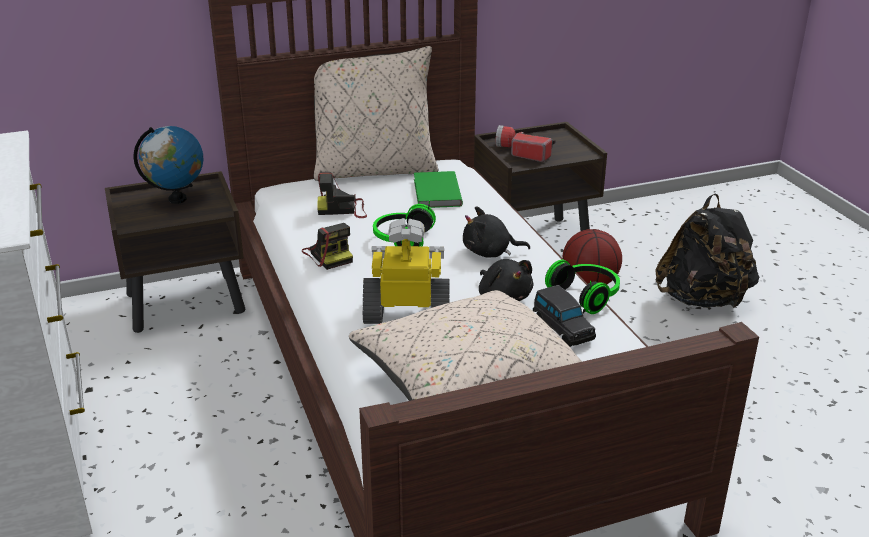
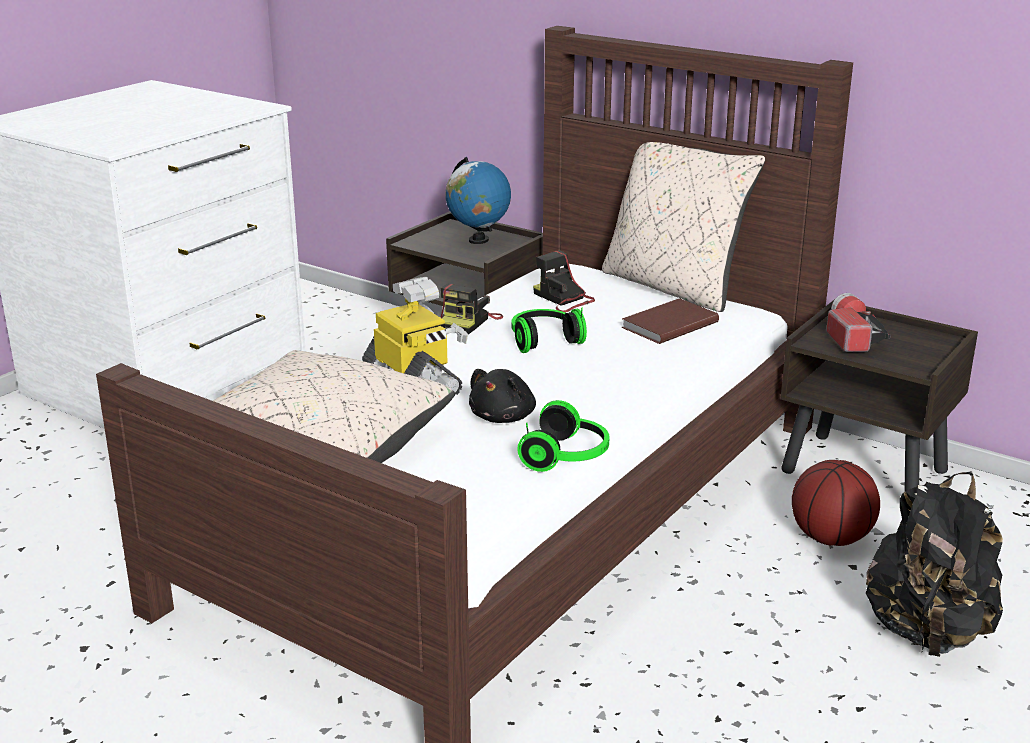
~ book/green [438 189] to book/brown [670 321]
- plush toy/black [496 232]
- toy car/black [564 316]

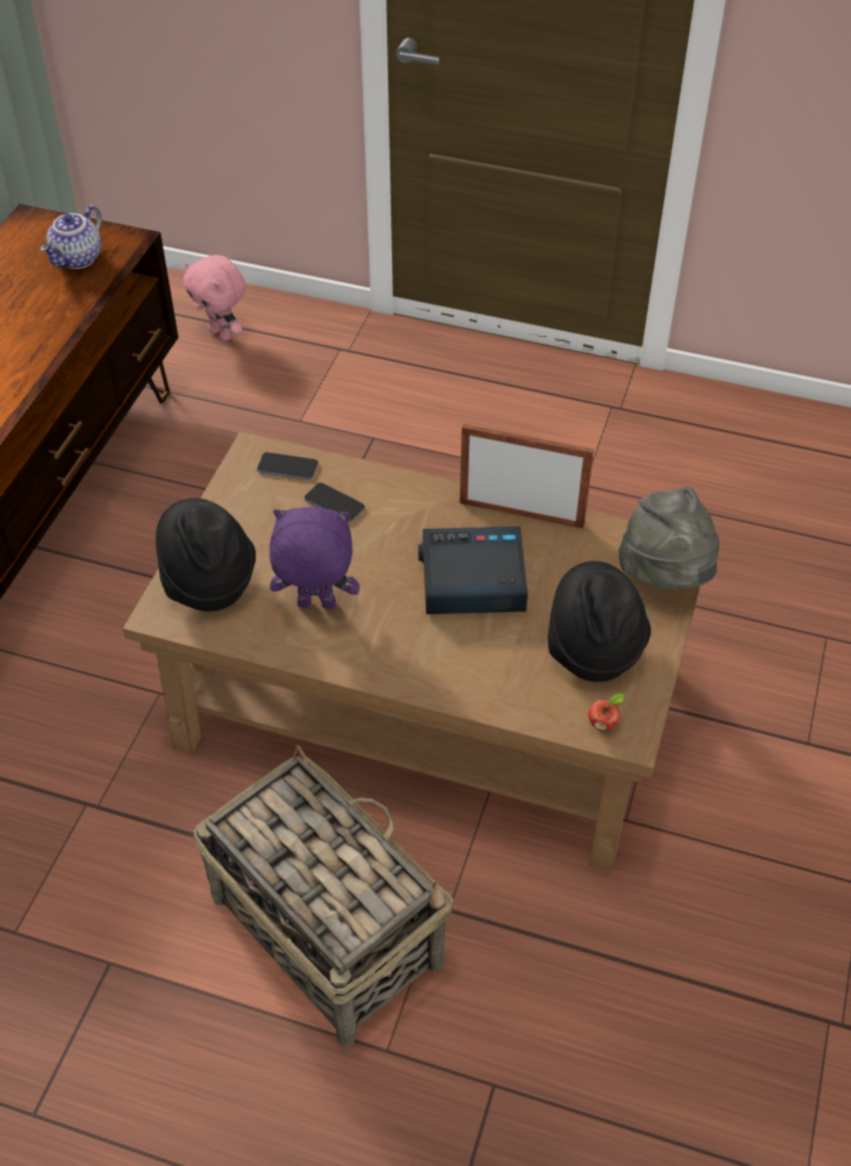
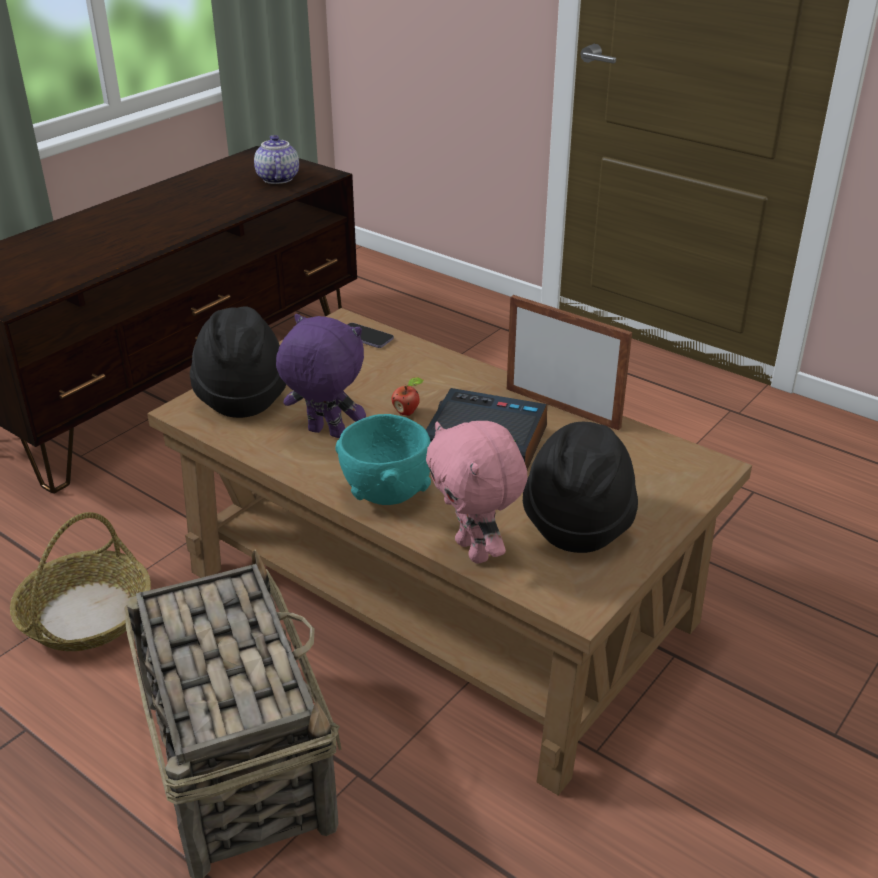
+ basket [80 581]
~ teapot [71 237] = [276 159] 120 degrees clockwise
+ bowl/turquoise [383 459]
~ apple [606 712] to [407 396]
~ plush toy/pink [214 298] to [477 492]
- phone [334 503]
- hat/grey [669 538]

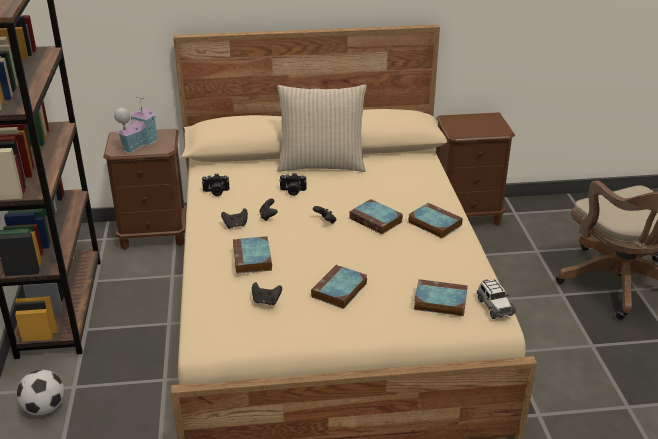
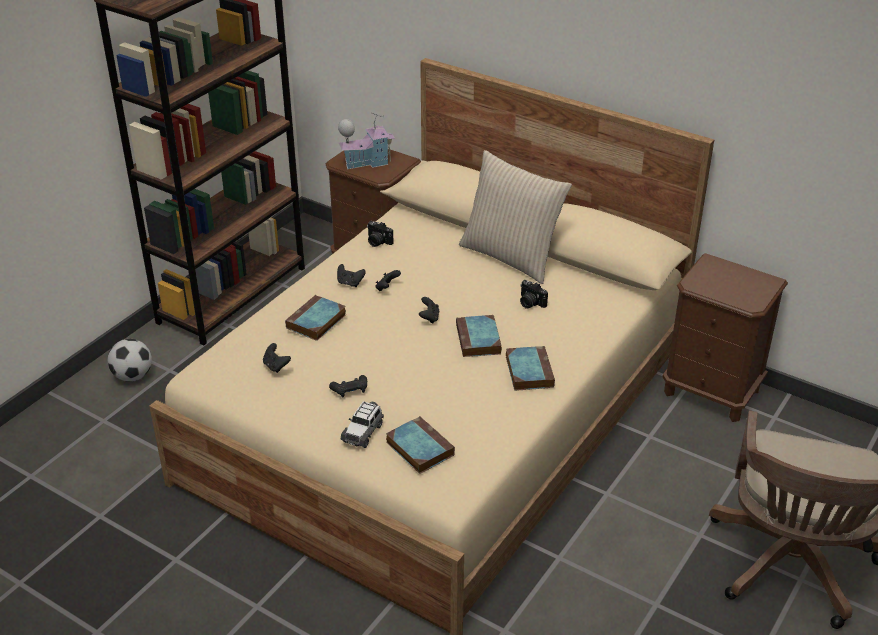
~ book [339 287] to game controller/black [348 386]
~ toy car [496 299] to [362 424]
~ photo camera [292 184] to [534 294]

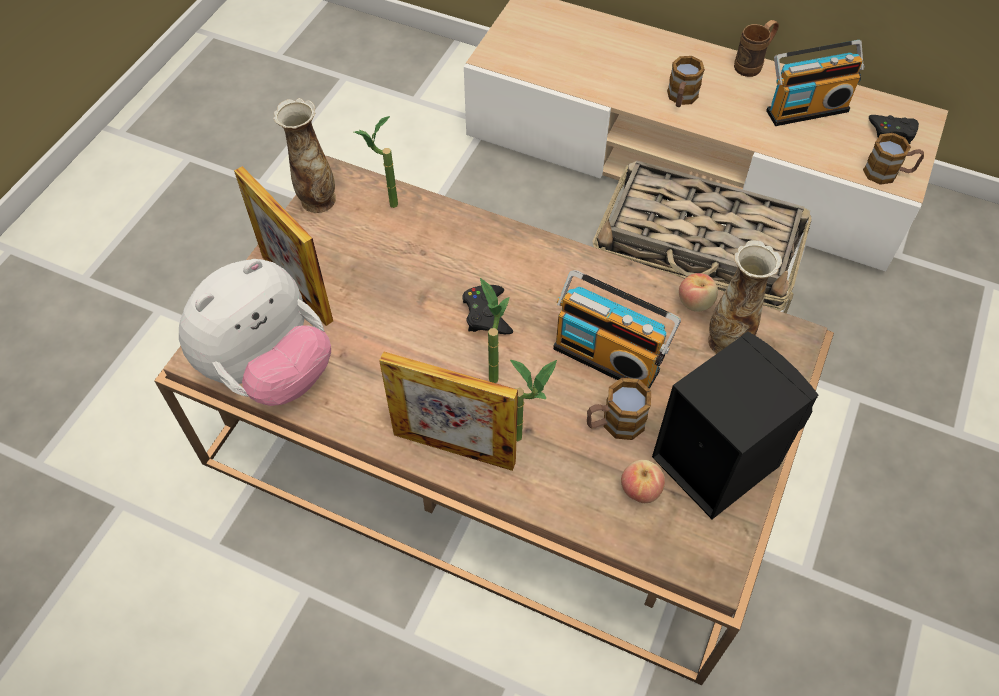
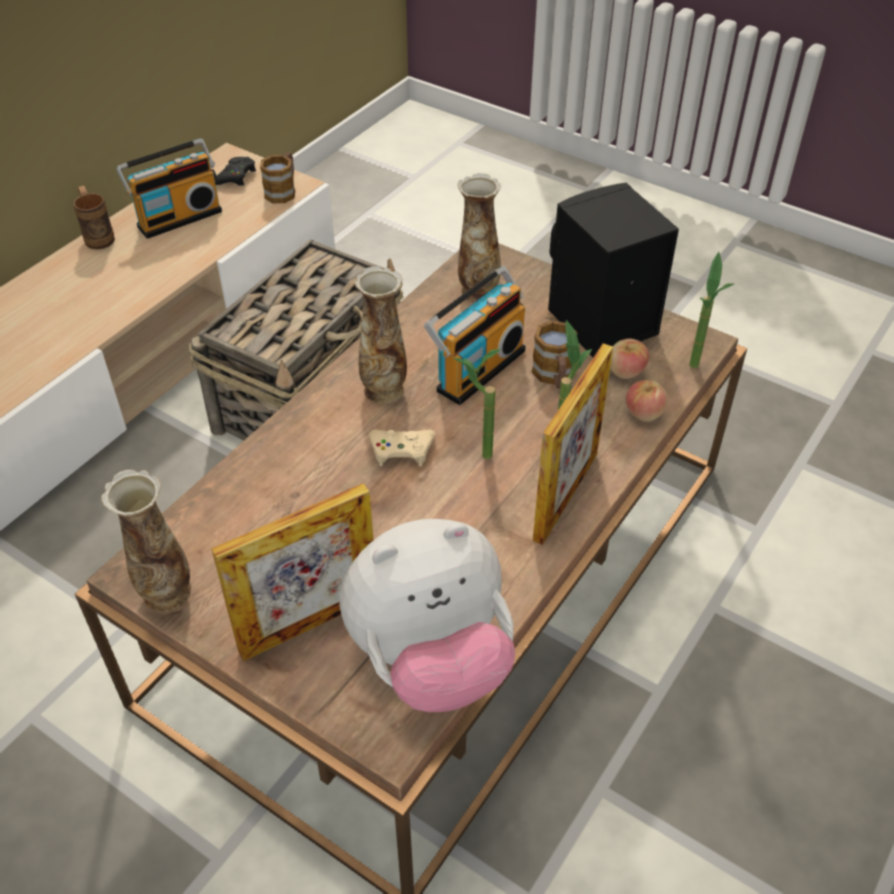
~ radio [815 83] = [169 188] 60 degrees clockwise
~ plush toy [255 332] = [427 615] 105 degrees clockwise
+ vase [381 335]
~ game controller/black [487 309] to game controller/beige [402 448]
~ apple [698 292] to [647 401]
~ potted plant [376 162] to [711 310]
- mug [686 81]

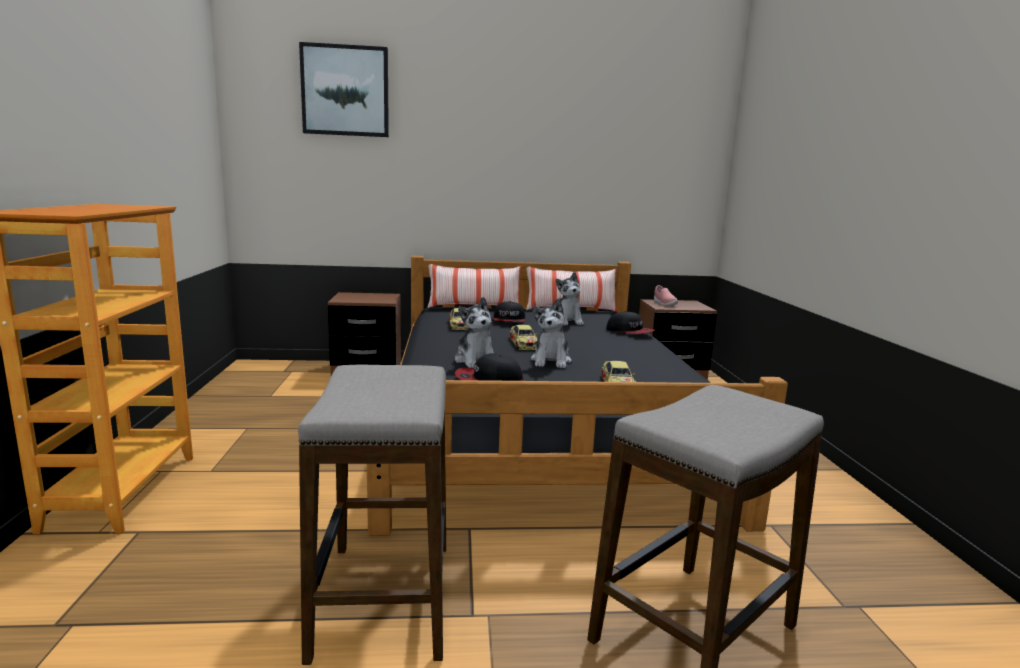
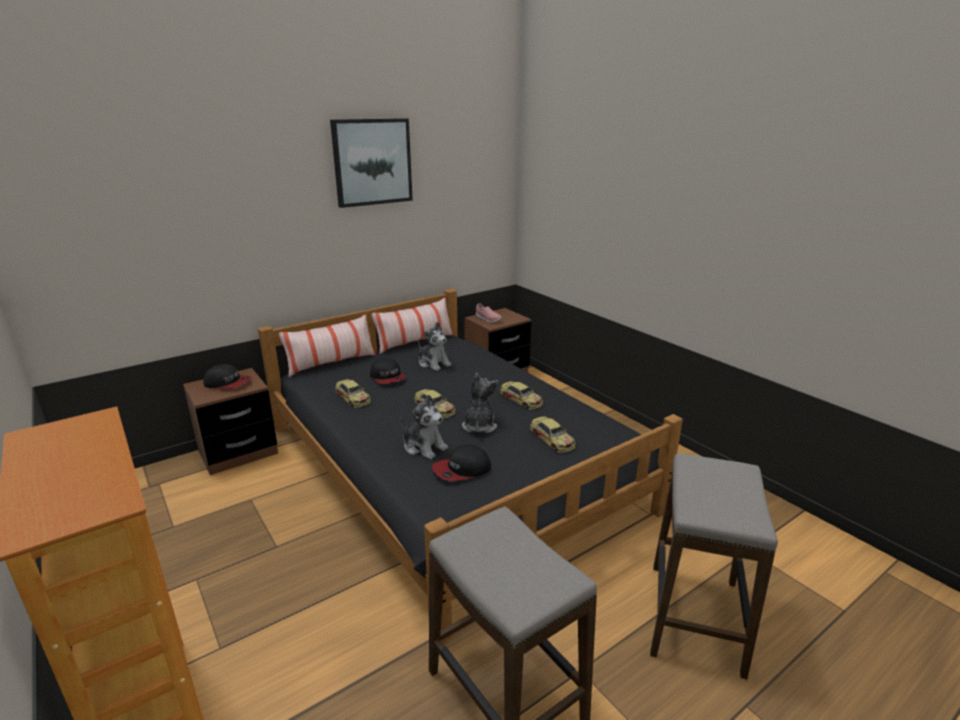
~ cap [630 322] to [227 376]
~ picture [344 89] to [371 163]
~ plush toy [551 333] = [480 403] 150 degrees counterclockwise
+ toy car [521 395]

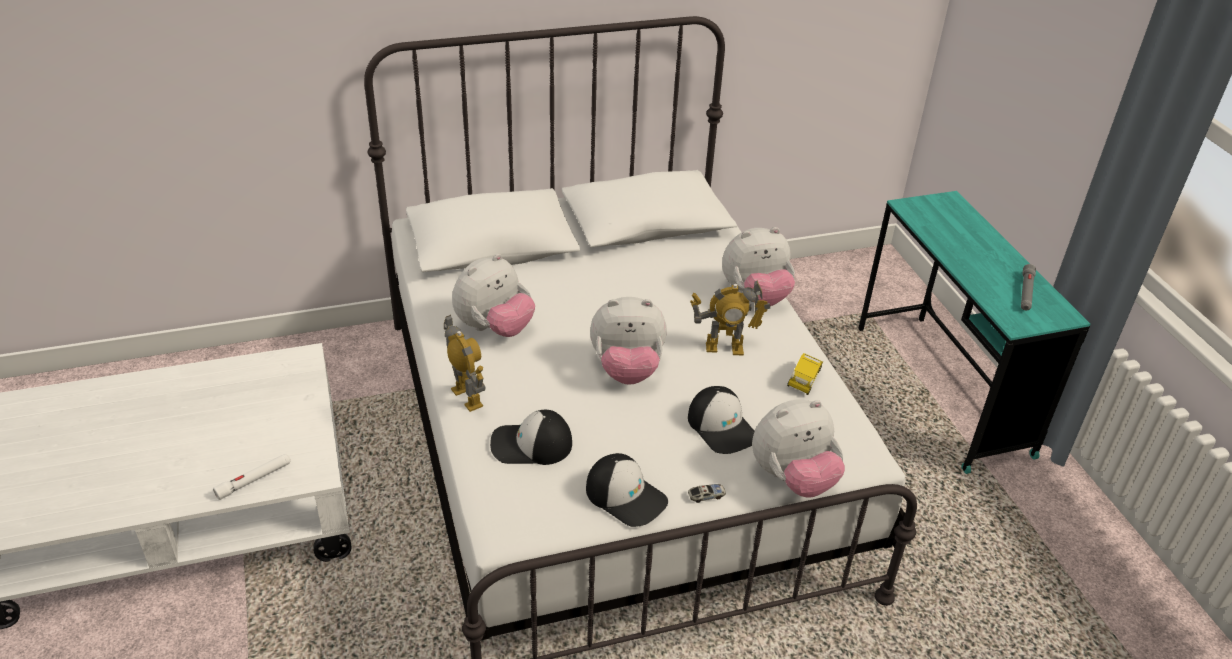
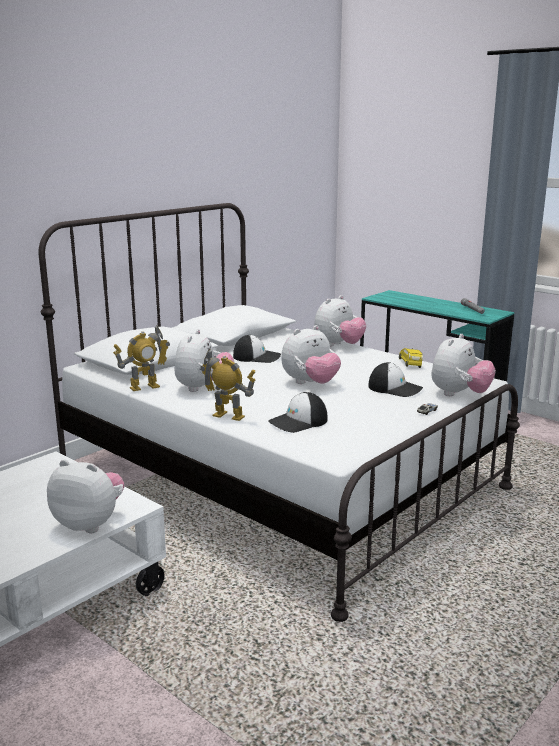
~ flashlight/white [252 477] to plush toy [85 496]
~ toy robot [730 318] to [141 358]
~ cap [627 490] to [257 349]

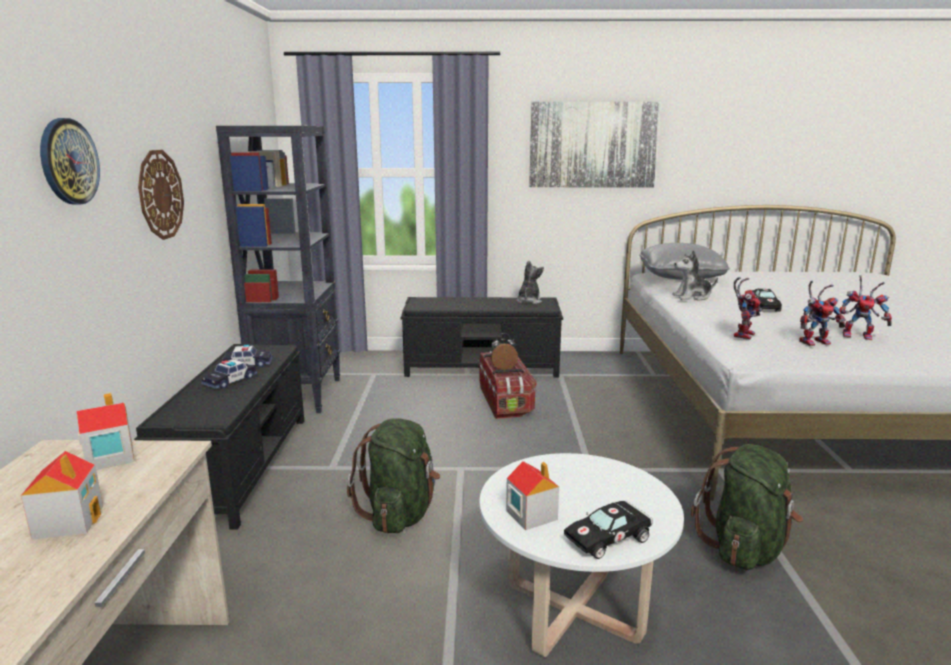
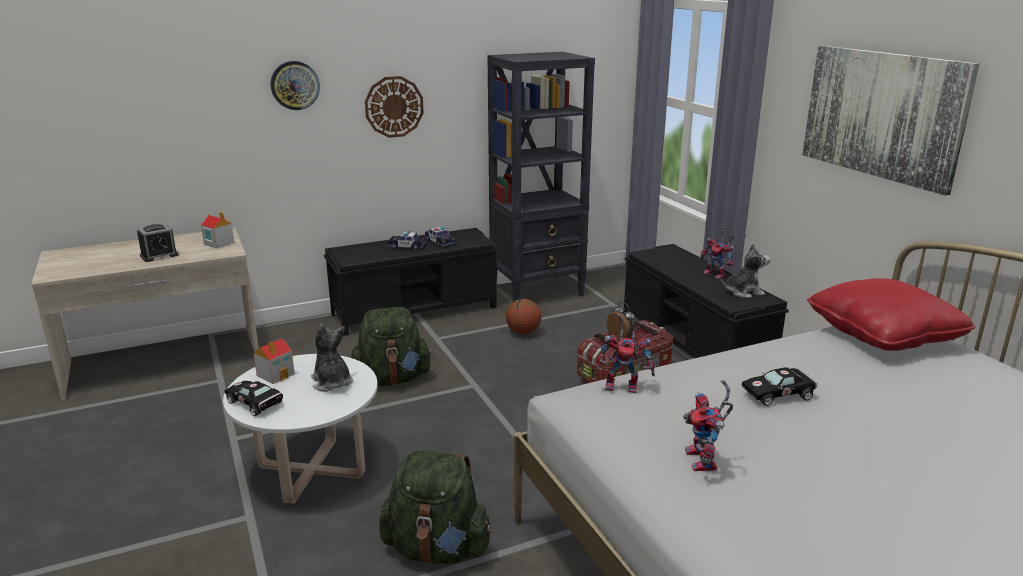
~ toy house [62 495] to alarm clock [157 243]
~ plush toy [695 275] to [332 358]
+ basketball [523 316]
~ toy robot [822 313] to [717 253]
~ pillow/grey [684 261] to pillow/red [891 314]

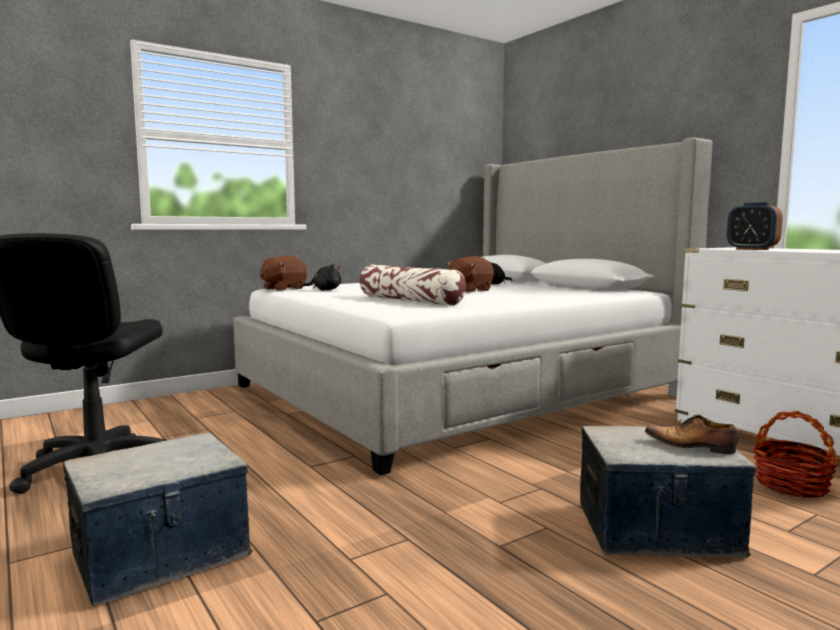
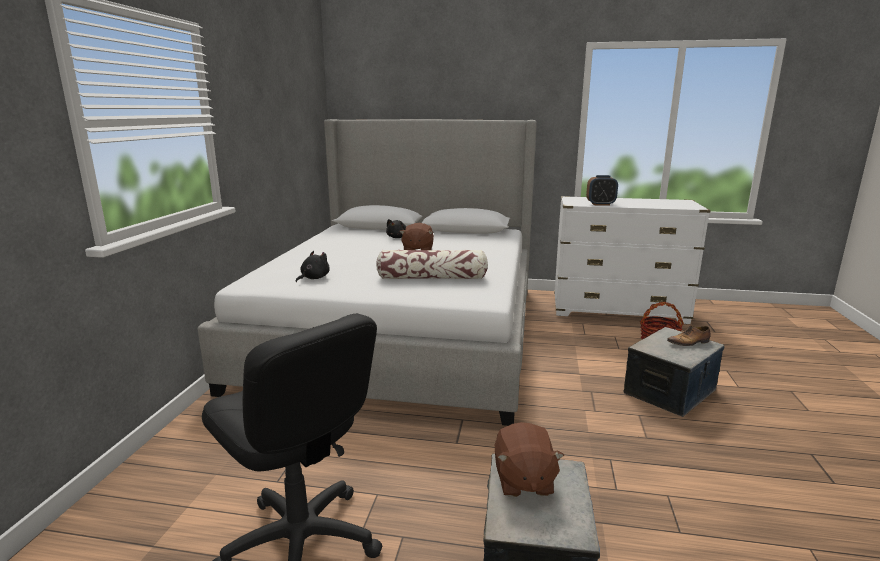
~ plush toy/brown [283 273] to [529 459]

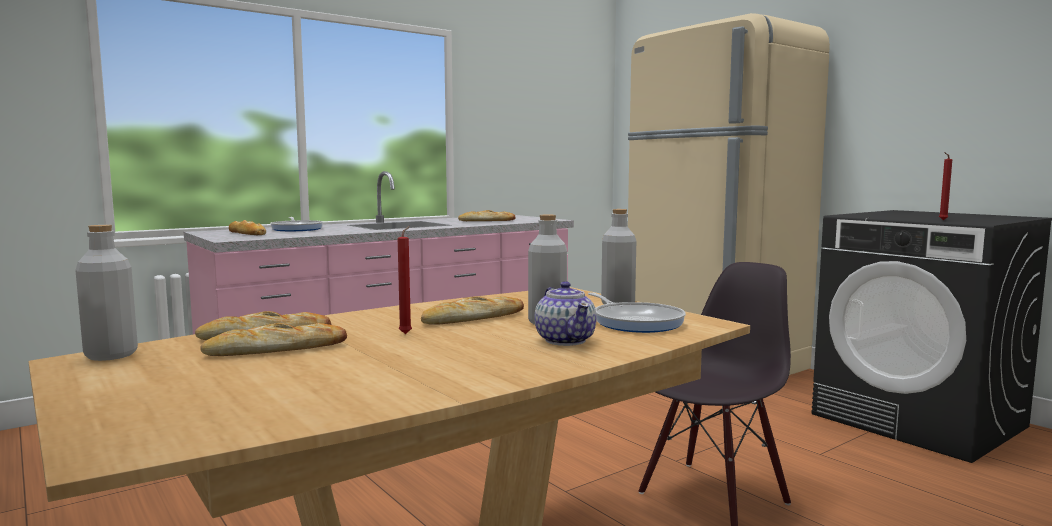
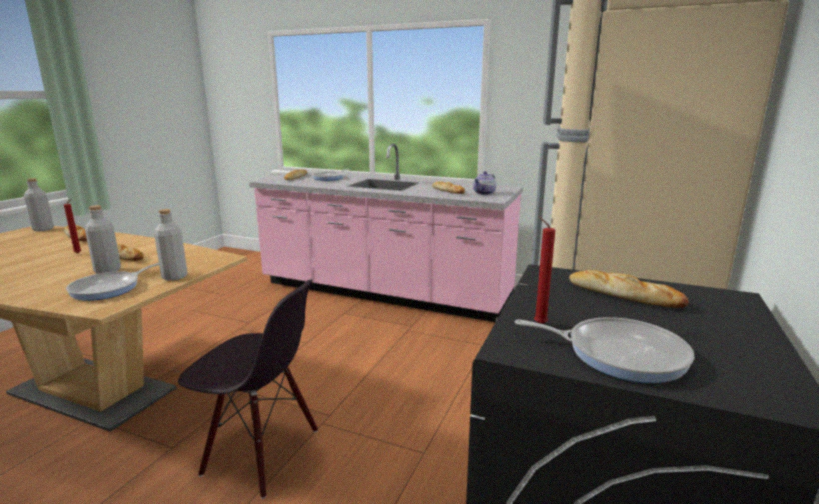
~ teapot [565 313] to [484 183]
+ frying pan [604 350]
~ bread [273 339] to [629 289]

